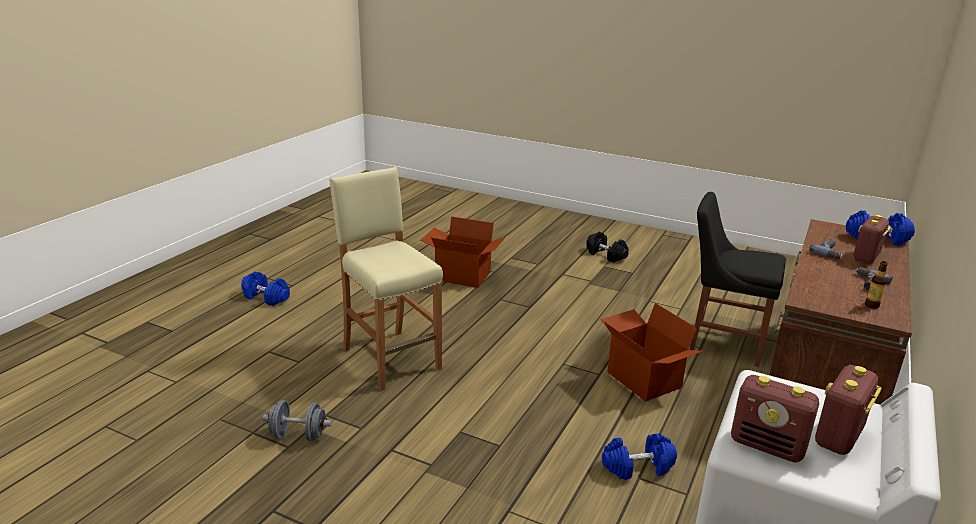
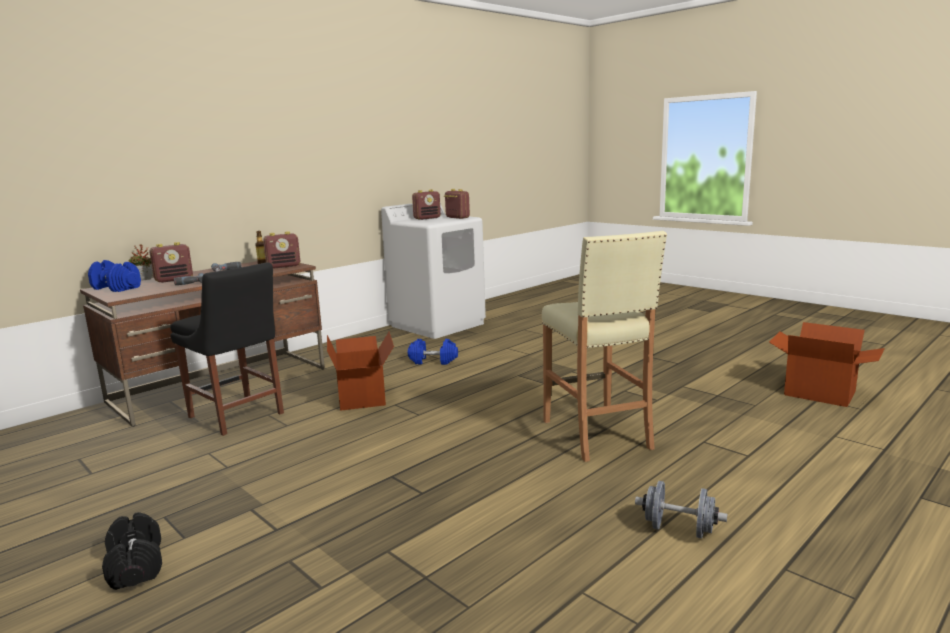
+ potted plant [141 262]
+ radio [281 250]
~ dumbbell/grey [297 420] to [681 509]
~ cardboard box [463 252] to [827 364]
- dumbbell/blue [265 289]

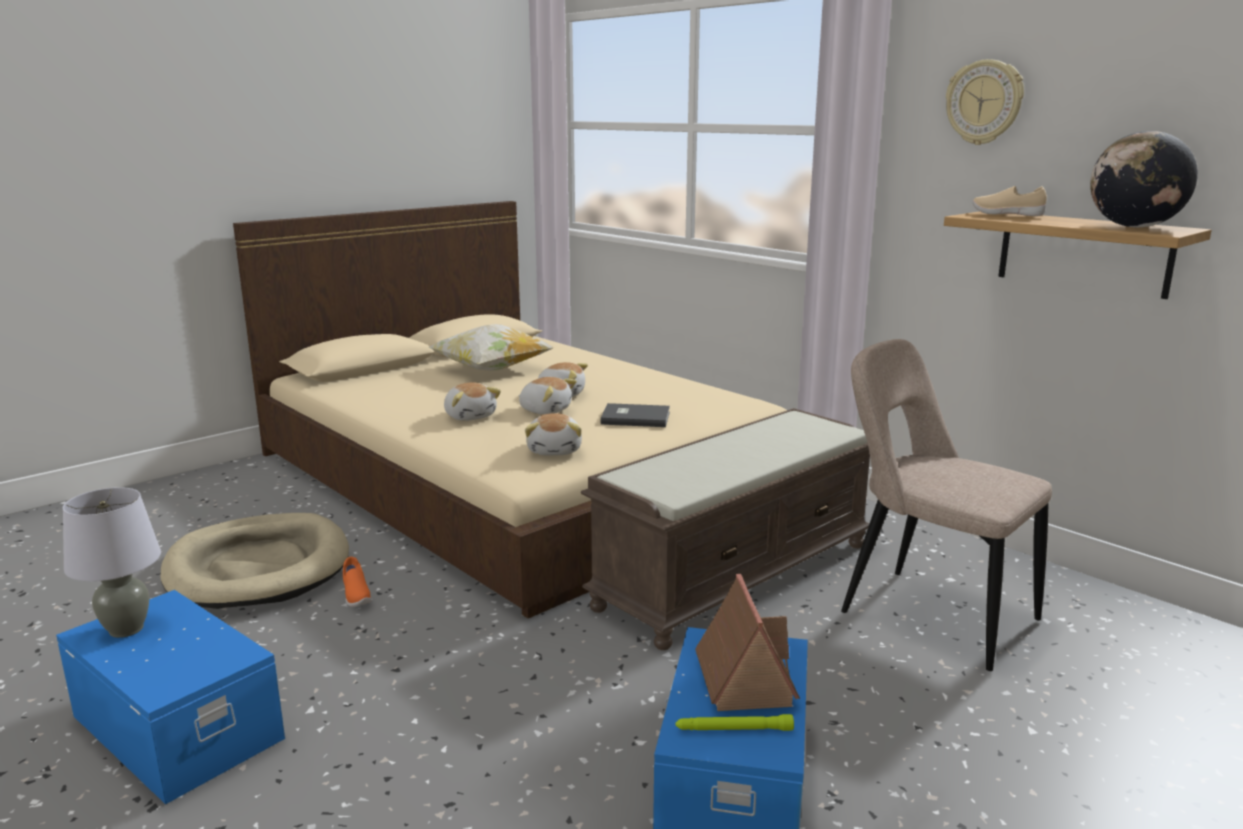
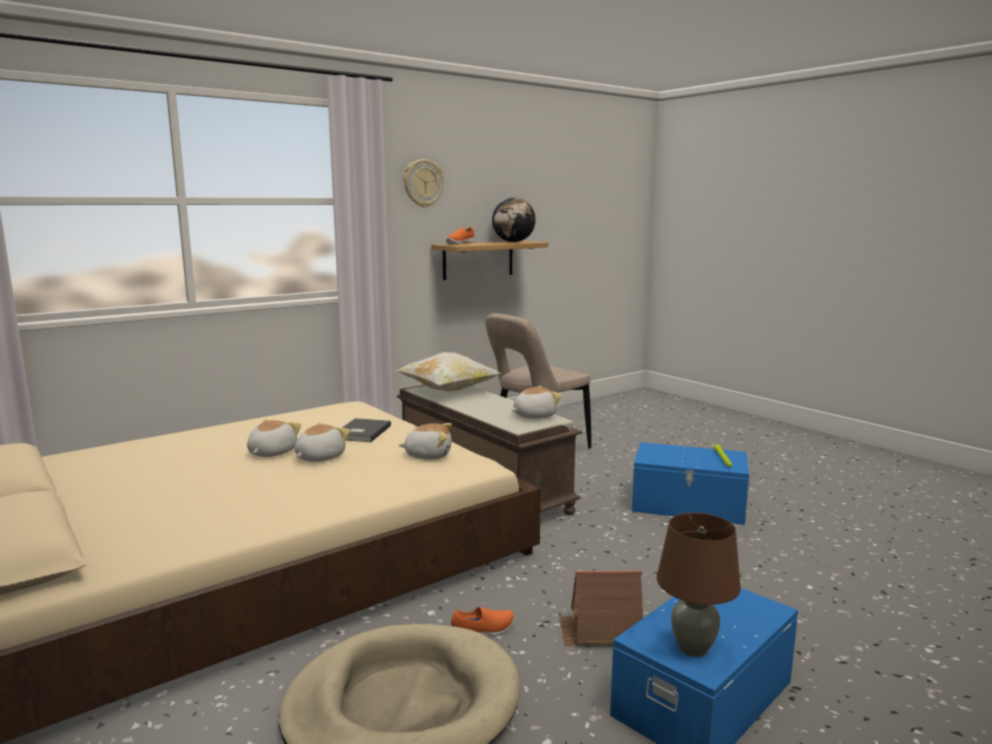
~ pillow [490 347] to [448 372]
~ shoe/beige [1009 201] to shoe/orange [460 235]
~ plush toy [472 401] to [536 402]
~ toy house [747 642] to [601 608]
~ table lamp/grey [112 562] to table lamp/brown [699 585]

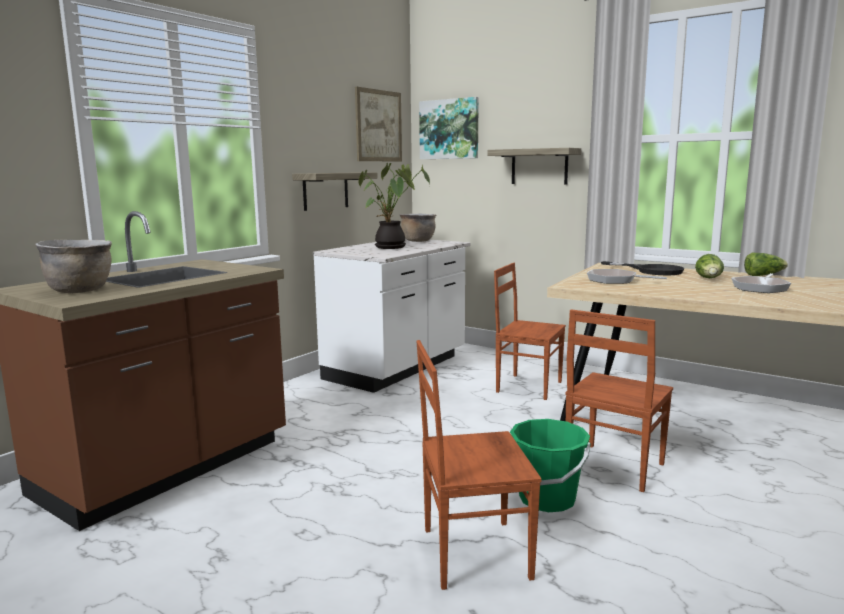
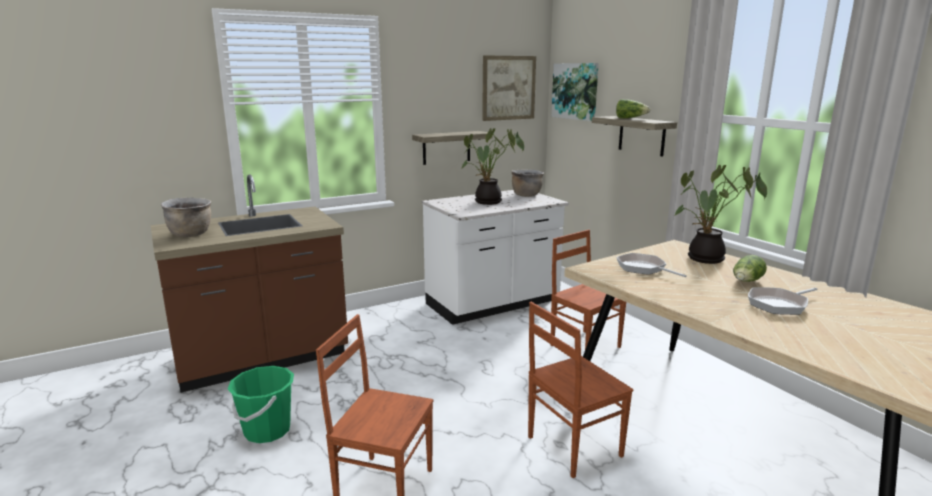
~ bucket/green [550 465] to [261 404]
~ lettuce [766 264] to [633 108]
~ frying pan/black [642 268] to potted plant [720 214]

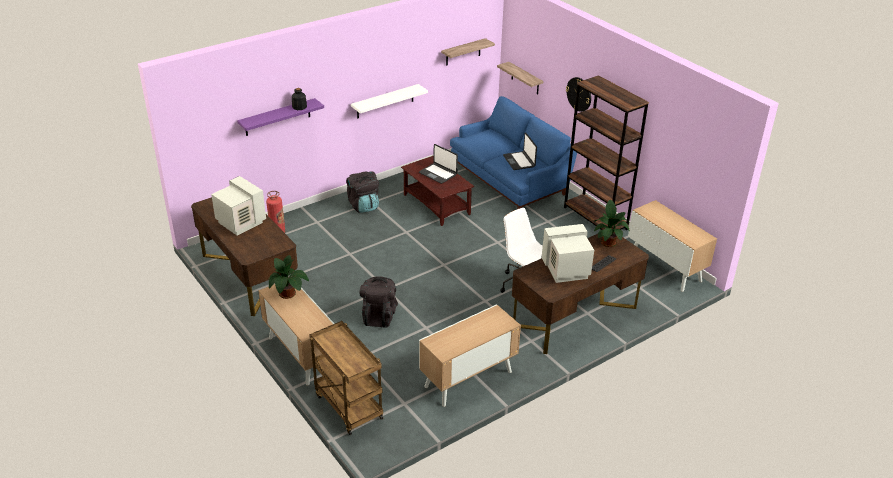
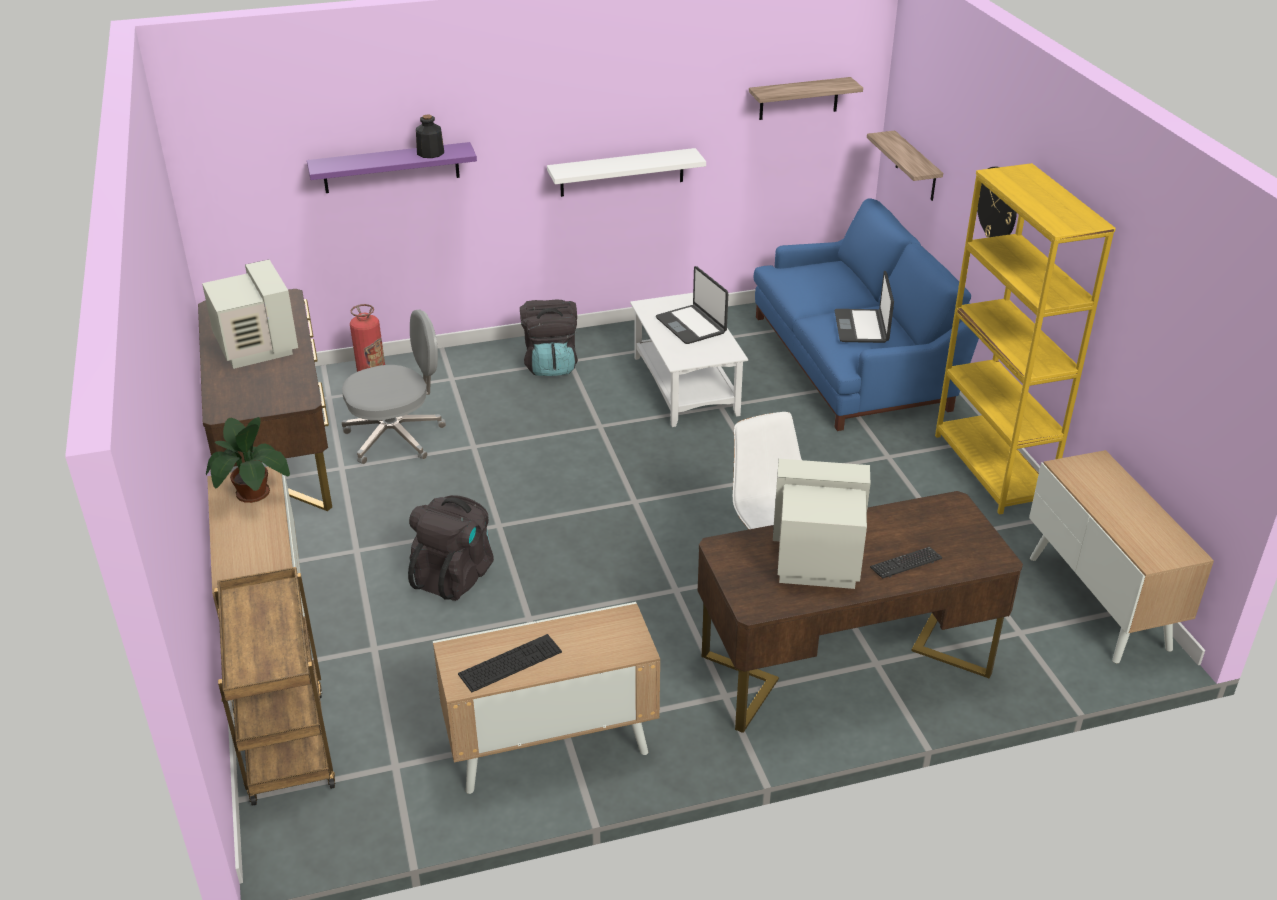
+ office chair/grey [394 387]
+ keyboard [510 663]
~ coffee table/brown [437 191] to coffee table/white [689 360]
~ bookcase/brown [606 152] to bookcase/yellow [1025 339]
- potted plant [612 223]

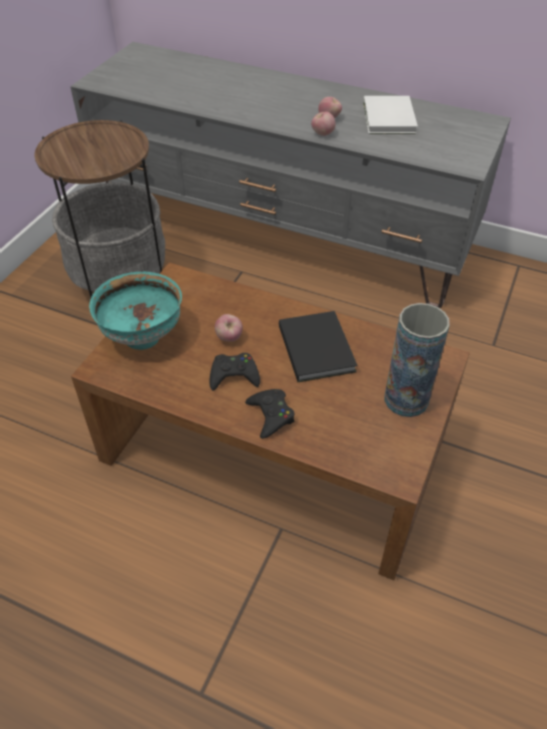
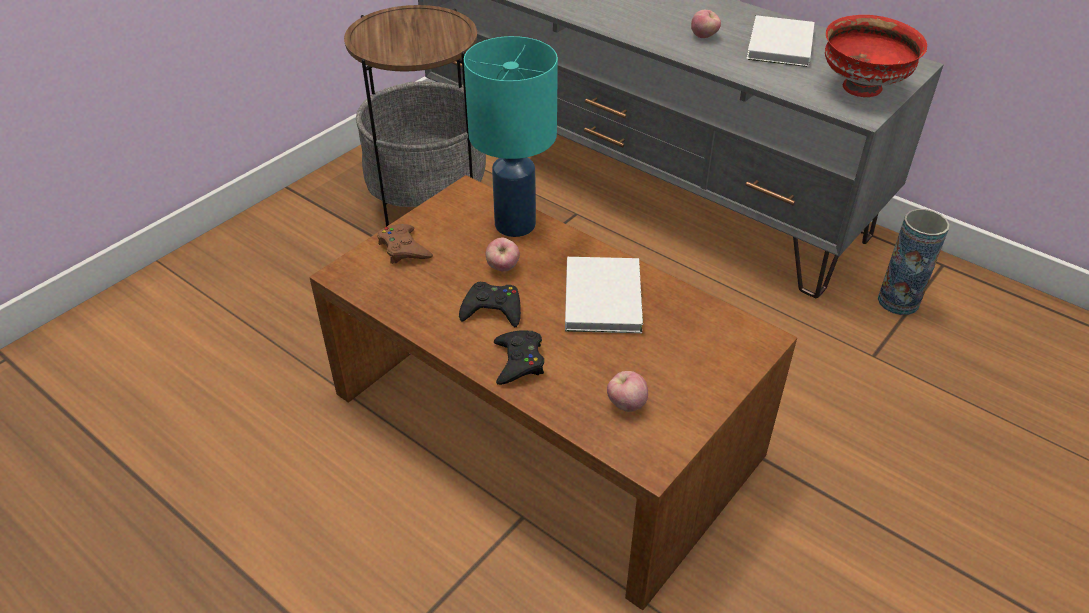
~ bowl/turquoise [135 311] to game controller/brown [405 244]
+ table lamp/turquoise [511 136]
~ book/black [318 346] to book/white [604 295]
~ apple [323 124] to [627 391]
+ bowl/red [876 56]
~ vase [417 360] to [914 262]

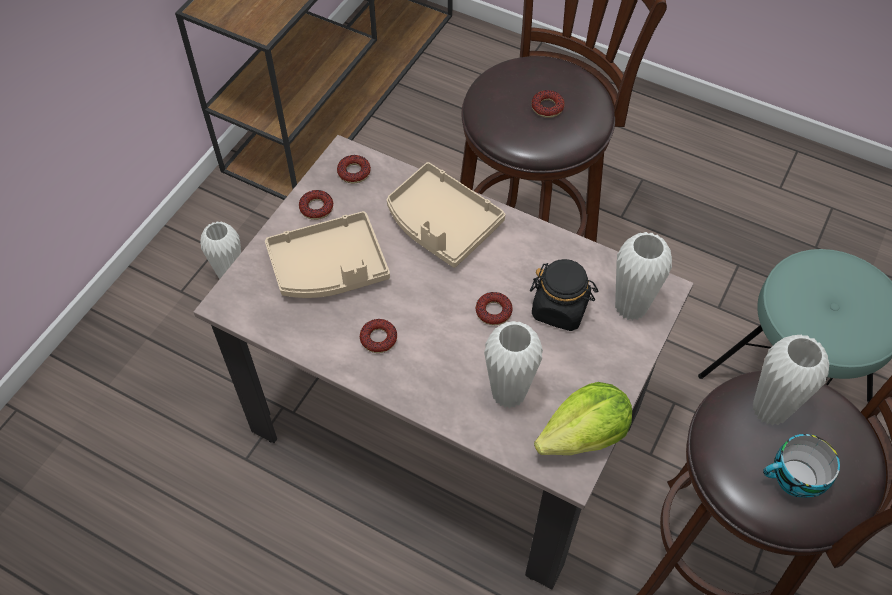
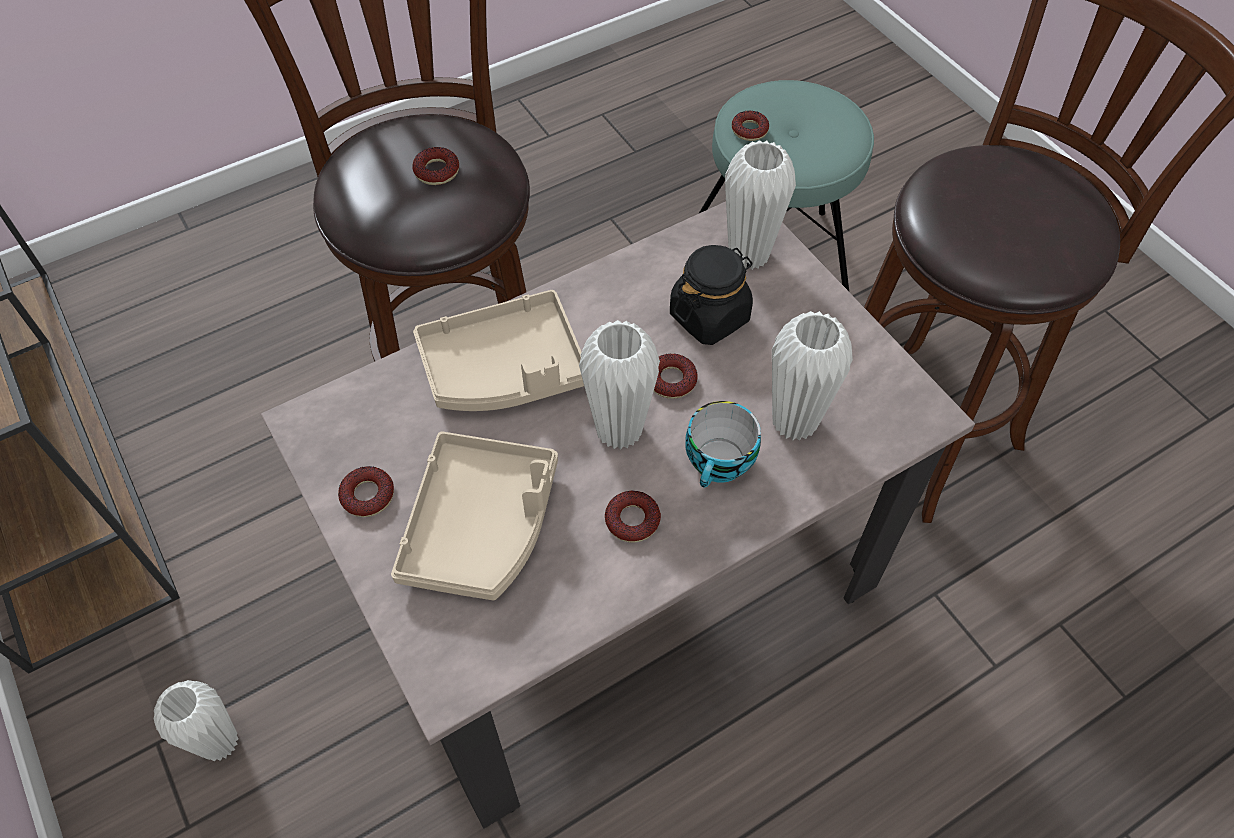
~ vase/white [791 380] to [619 385]
~ cup [801 466] to [723 444]
~ donut [354 169] to [750 125]
- lettuce [583 418]

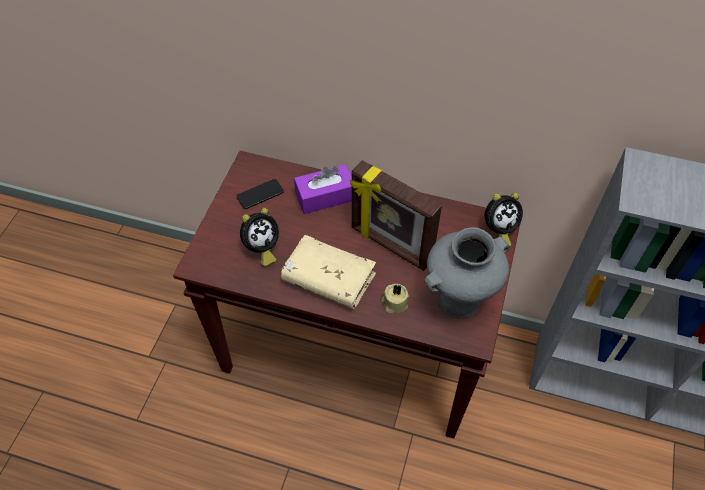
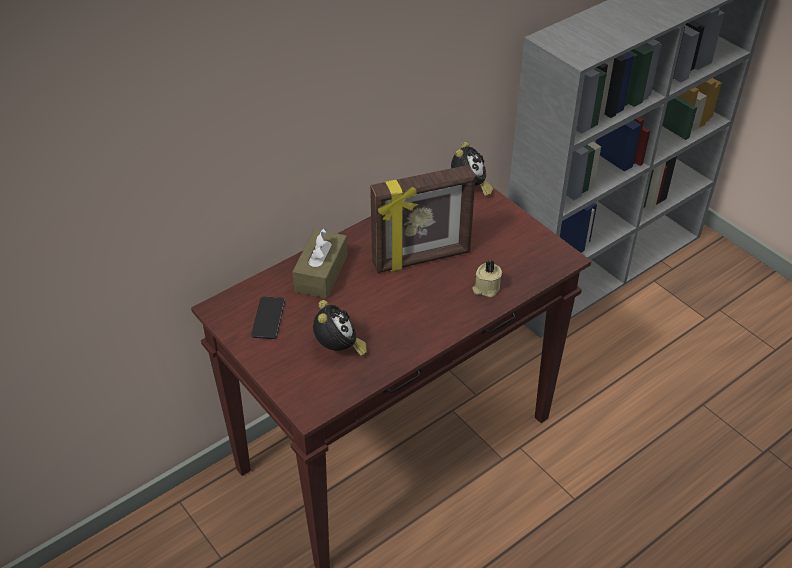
~ tissue box/purple [323 189] to tissue box/brown [320 263]
- book/beige [328 272]
- vase/grey [467 272]

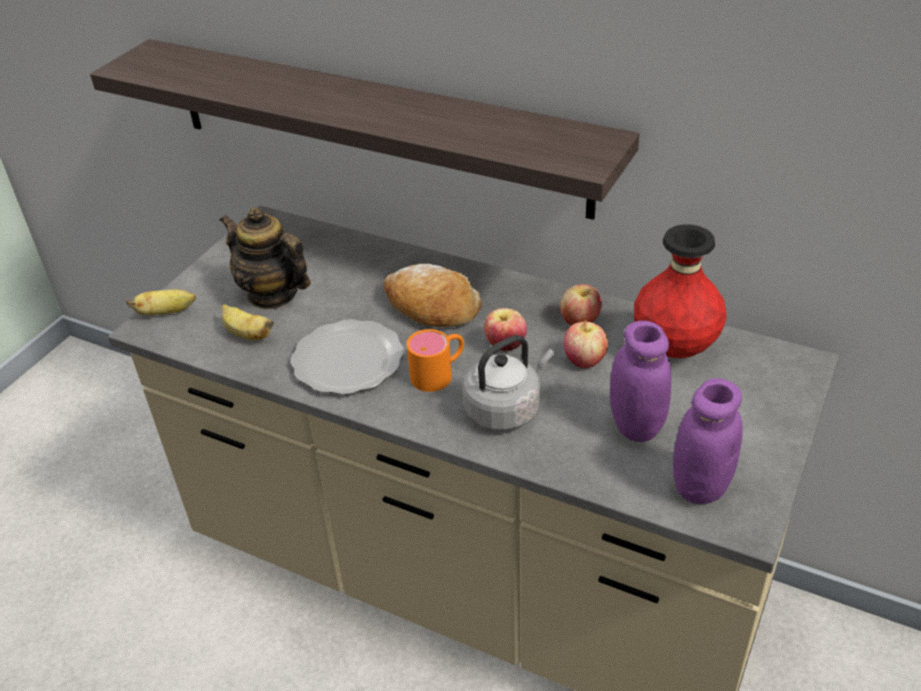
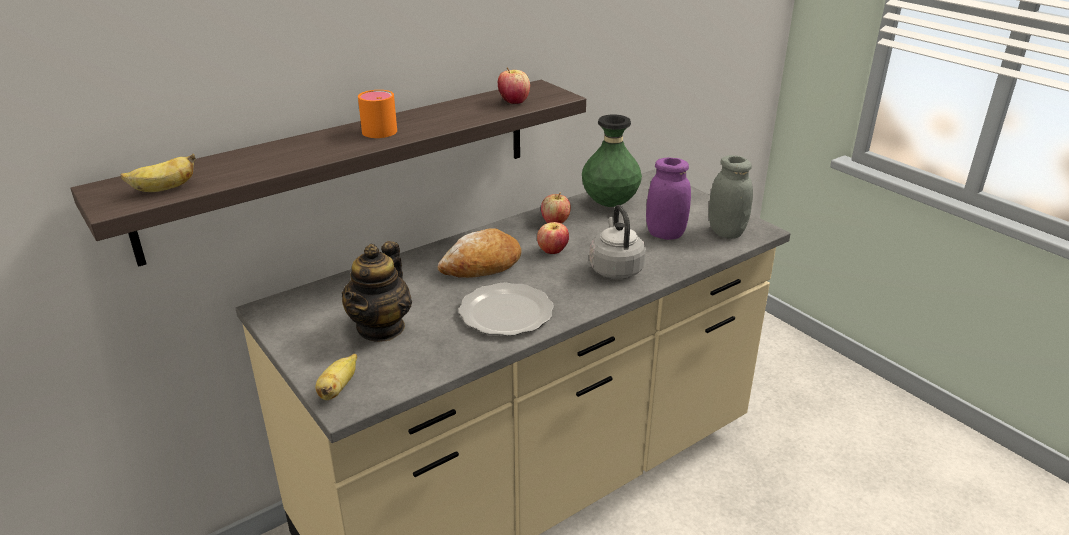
~ banana [248 322] to [158 173]
~ teapot [265 258] = [377 291] 45 degrees counterclockwise
~ mug/orange [435 360] to [377 114]
~ apple [585 344] to [514 85]
~ vase/red [680 291] to vase/green [612 160]
~ jar/purple [708 441] to jar/grey [731 197]

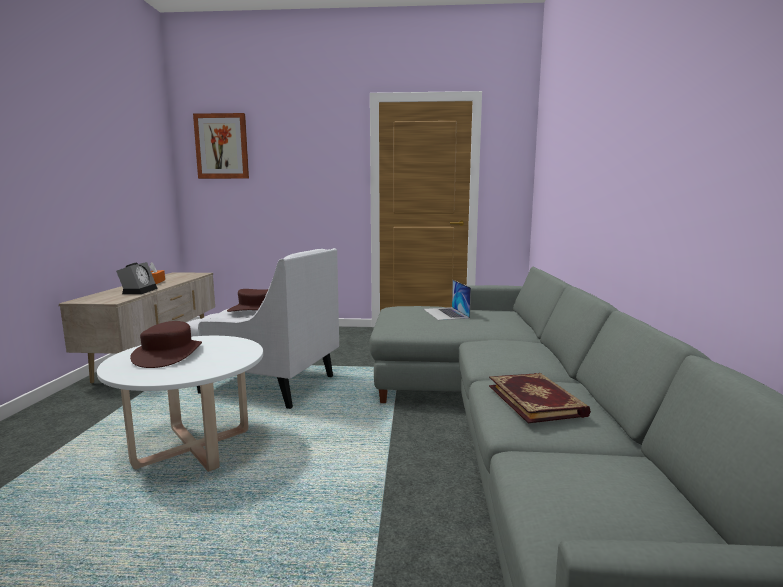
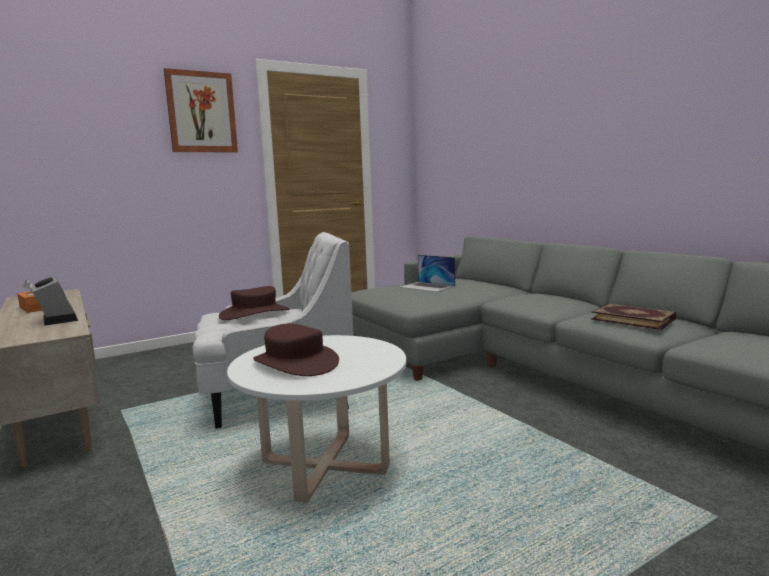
~ picture [221 146] to [201 110]

